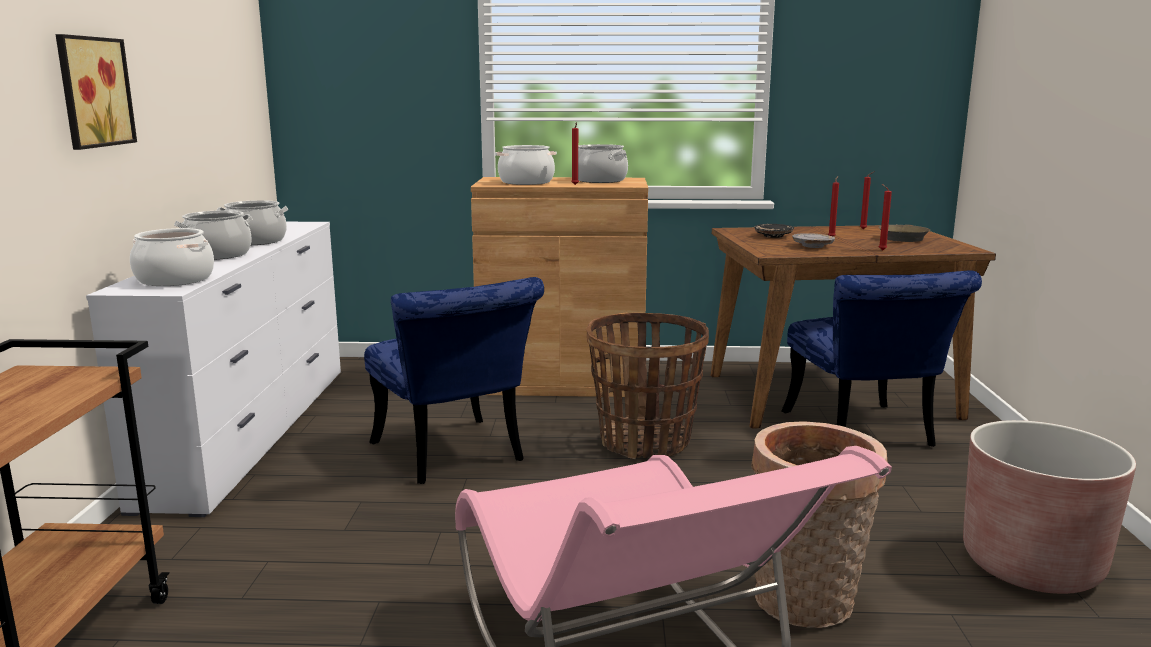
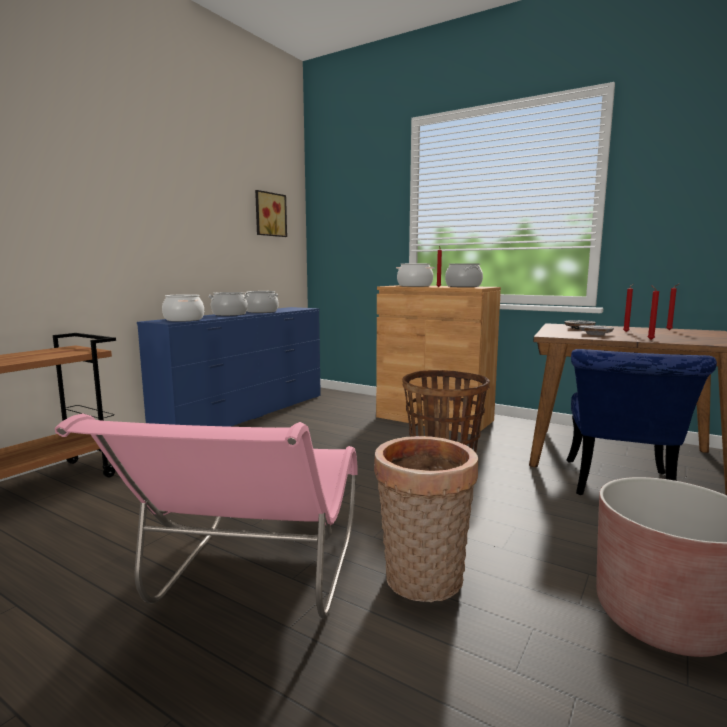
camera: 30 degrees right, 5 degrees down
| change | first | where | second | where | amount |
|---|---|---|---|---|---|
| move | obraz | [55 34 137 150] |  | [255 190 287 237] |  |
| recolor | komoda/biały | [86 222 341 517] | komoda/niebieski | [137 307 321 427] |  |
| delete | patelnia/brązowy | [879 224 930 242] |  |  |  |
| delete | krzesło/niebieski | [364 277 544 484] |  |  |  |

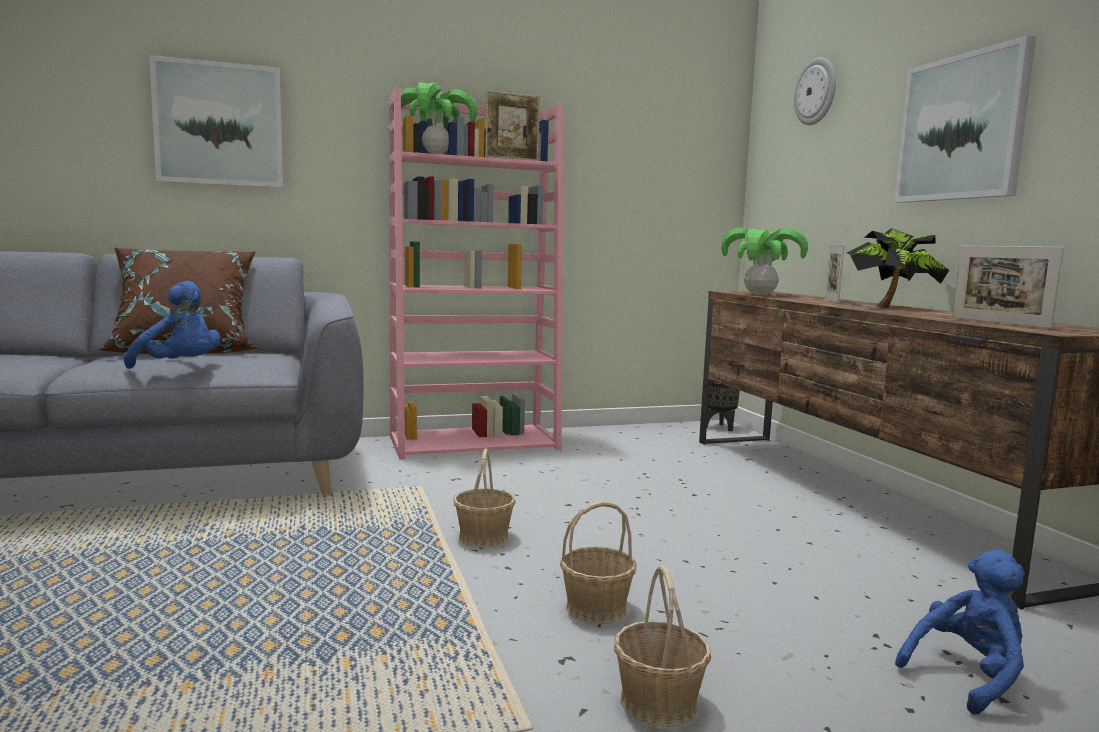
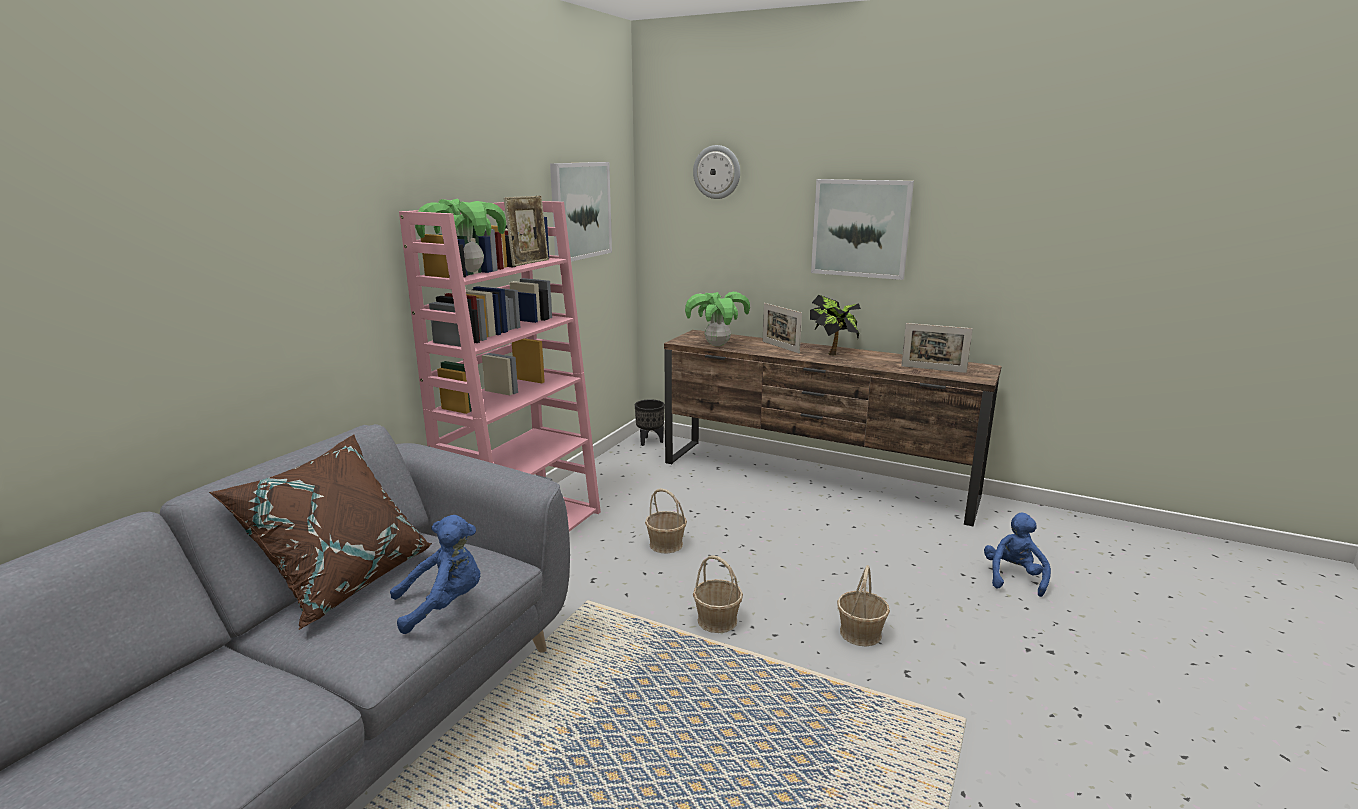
camera: 45 degrees left, 10 degrees up
| change | first | where | second | where | amount |
|---|---|---|---|---|---|
| move | obraz | [149 55 283 188] |  | [550 162 612 262] |  |
| move | koszyk | [614 565 711 727] |  | [645 488 687 553] |  |

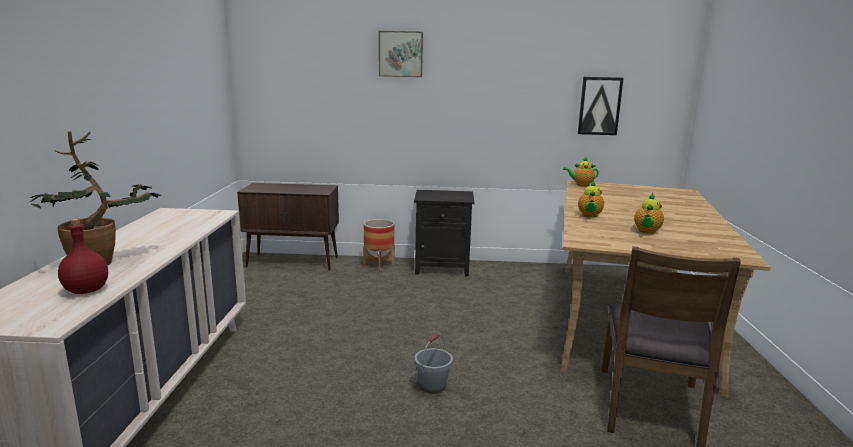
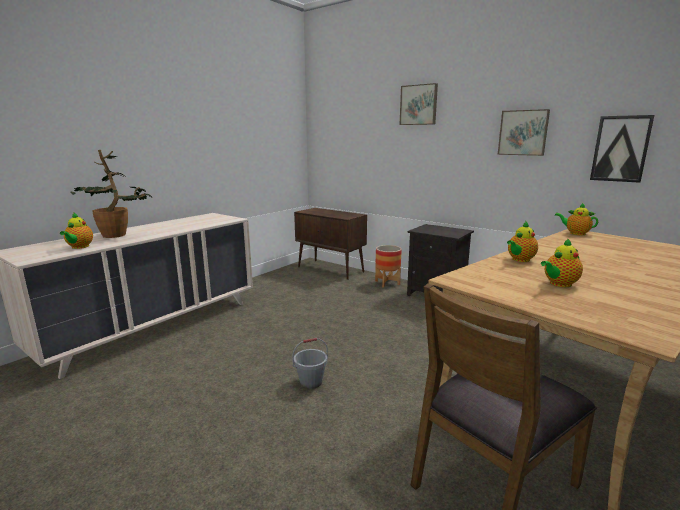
camera: 35 degrees right, 0 degrees up
| change | first | where | second | where | amount |
|---|---|---|---|---|---|
| replace | butelka/czerwony | [58 218 108 294] | imbryk | [60 213 93 249] |  |
| insert |  |  | obraz | [498 109 550 156] |  |

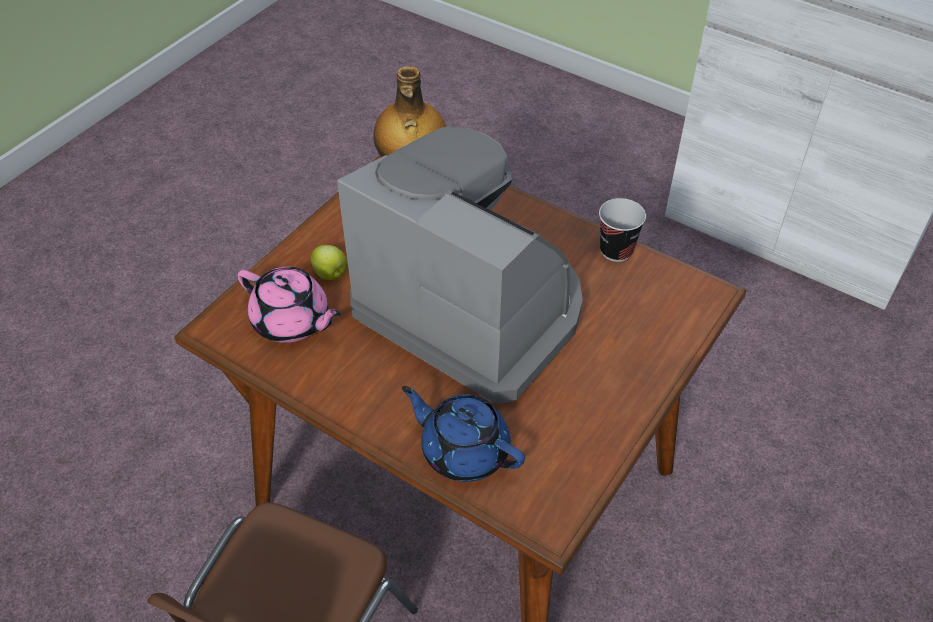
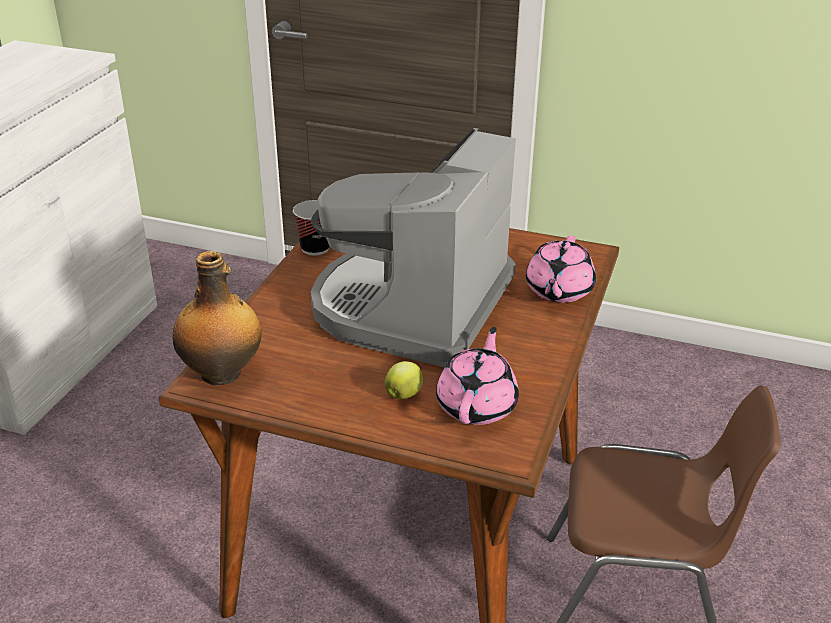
camera: 105 degrees left, 15 degrees down
| change | first | where | second | where | amount |
|---|---|---|---|---|---|
| recolor | imbryk/niebieski | [402 386 525 482] | imbryk/różowy | [526 236 596 303] |  |

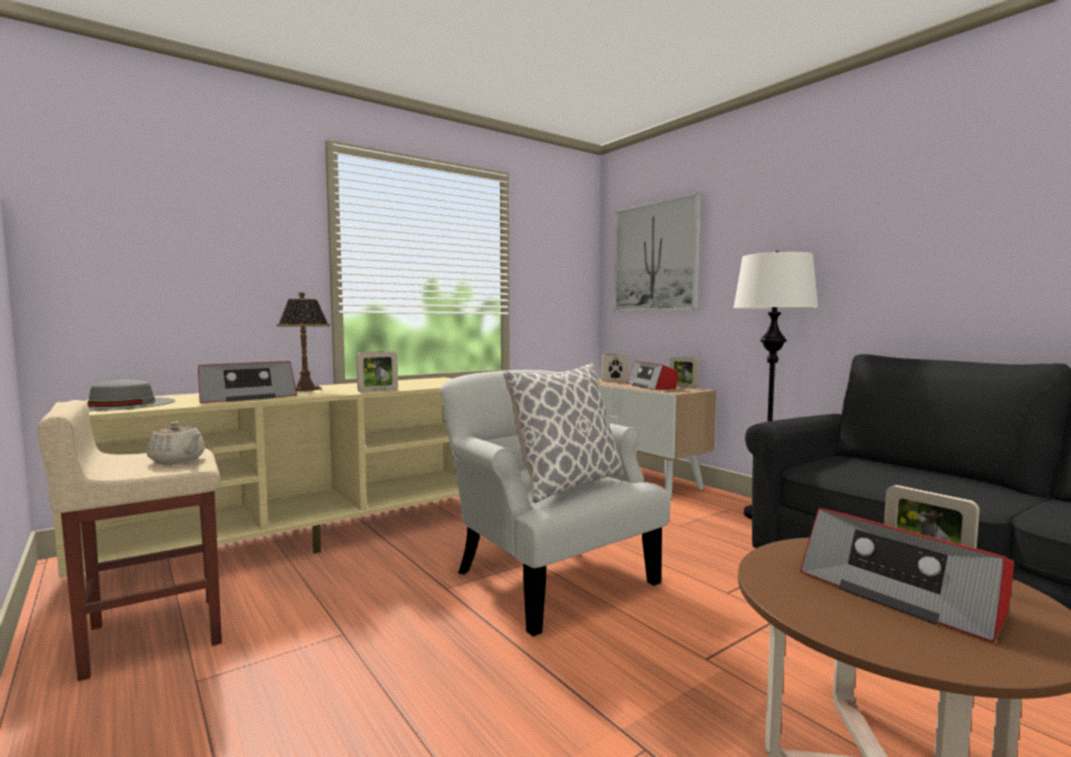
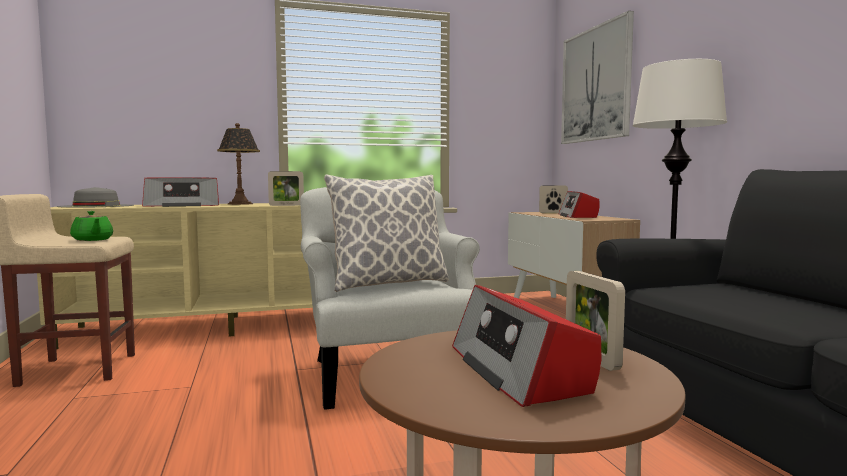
camera: 20 degrees right, 0 degrees up
| change | first | where | second | where | amount |
|---|---|---|---|---|---|
| delete | ramka na zdjęcie | [670 357 698 388] |  |  |  |
| recolor | imbryk/beżowy | [146 422 205 464] | imbryk/zielony | [70 211 113 241] |  |

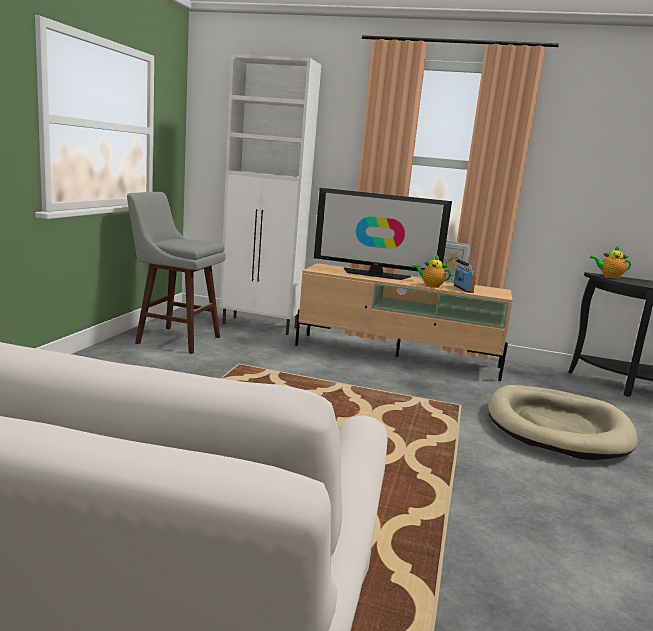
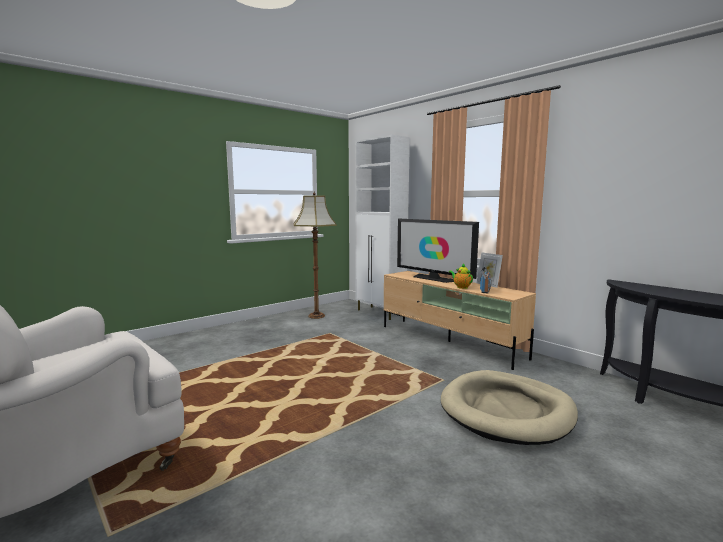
camera: 35 degrees right, 5 degrees down
| change | first | where | second | where | amount |
|---|---|---|---|---|---|
| replace | stołek/szary | [127 192 226 354] | lampa stojąca | [293 192 337 319] |  |
| delete | imbryk | [590 246 631 279] |  |  |  |

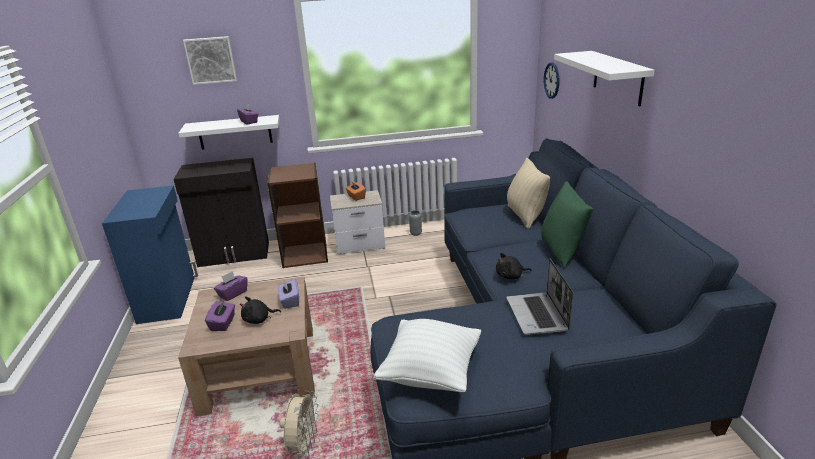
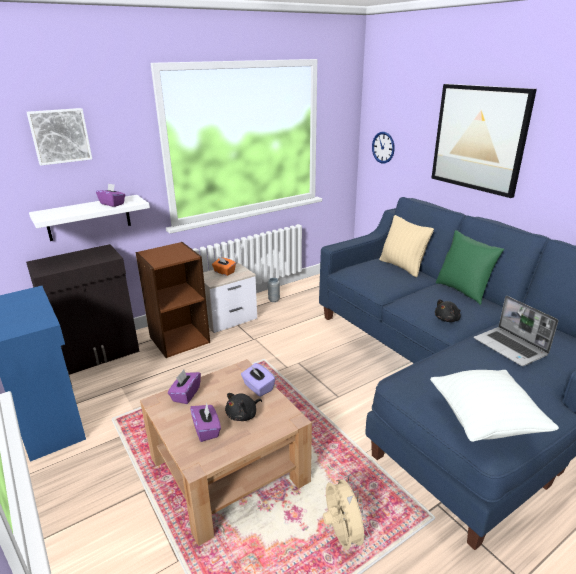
camera: 25 degrees left, 0 degrees up
| change | first | where | second | where | amount |
|---|---|---|---|---|---|
| replace | półka/biały | [554 51 655 106] | obraz | [431 84 537 198] |  |

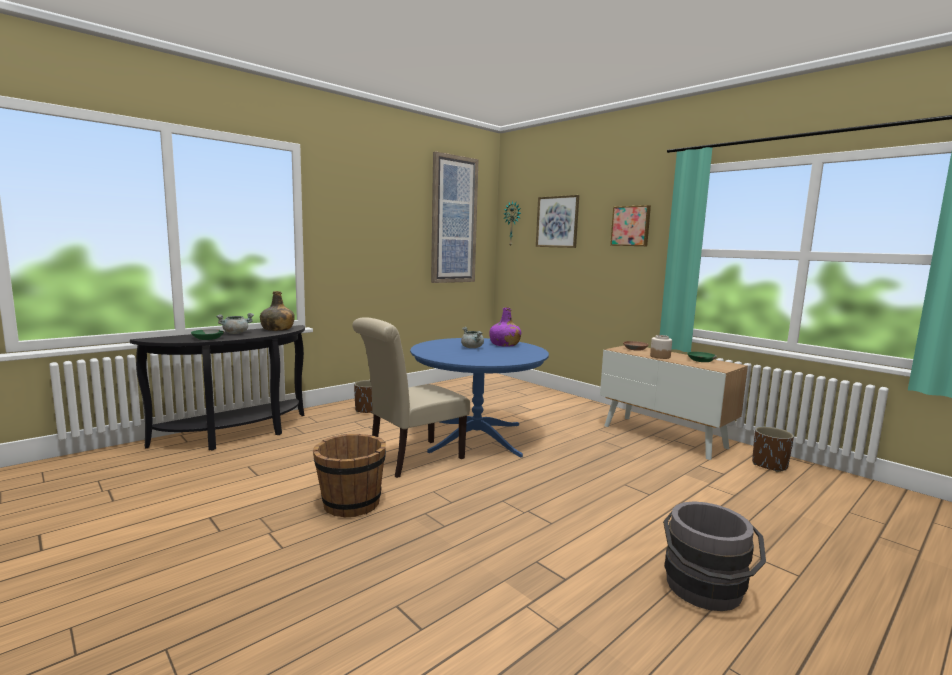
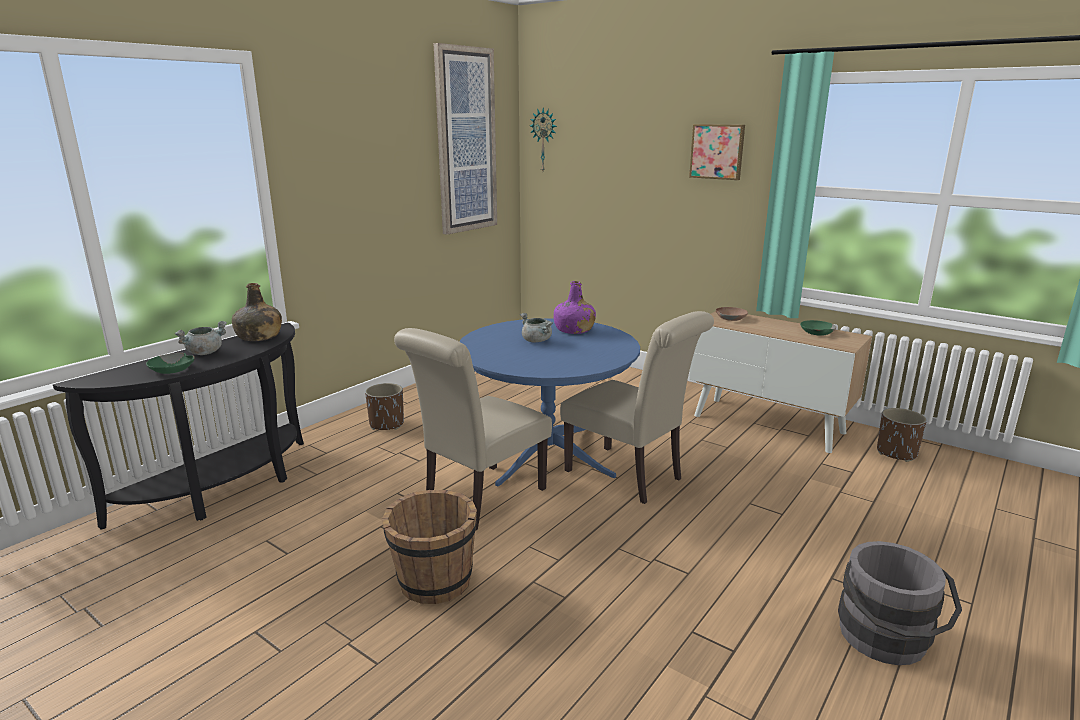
camera: 10 degrees left, 10 degrees up
| change | first | where | second | where | amount |
|---|---|---|---|---|---|
| delete | obraz | [536 195 579 248] |  |  |  |
| delete | słoik | [650 335 672 359] |  |  |  |
| insert |  |  | krzesło/beżowy | [560 311 714 504] |  |

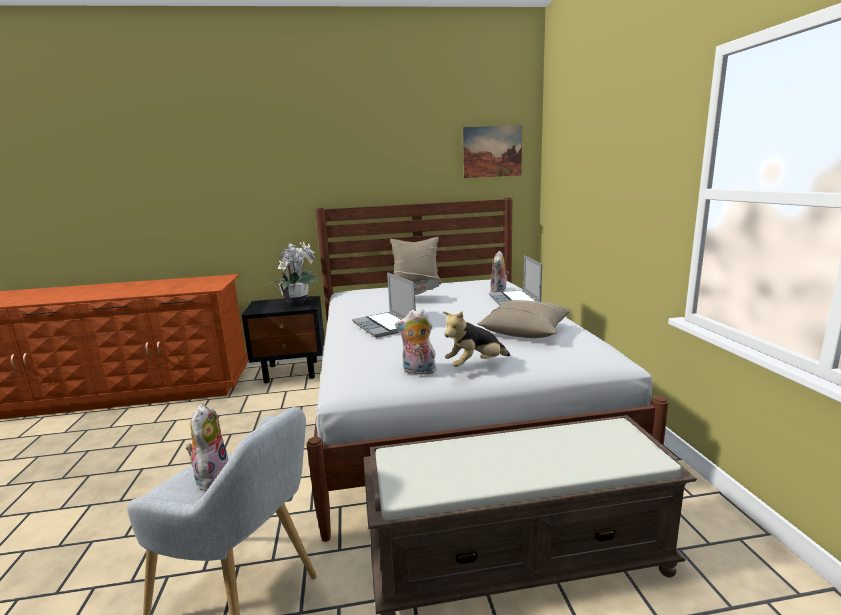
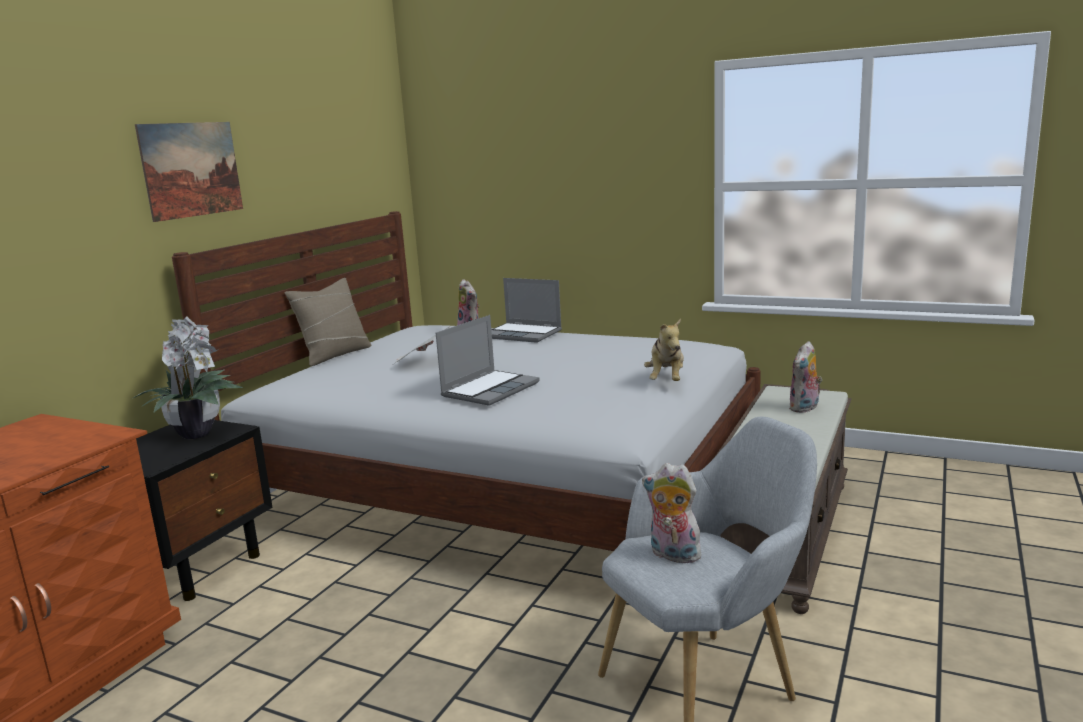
camera: 55 degrees left, 0 degrees up
| change | first | where | second | where | amount |
|---|---|---|---|---|---|
| move | obraz | [463 125 522 178] |  | [135 122 243 222] |  |
| rotate | laptop | [352 272 416 338] |  | [436 315 540 406] | 60 degrees counterclockwise |
| delete | poduszka/beżowy | [477 300 571 338] |  |  |  |
| move | pluszak | [395 309 436 375] |  | [789 341 822 413] |  |

